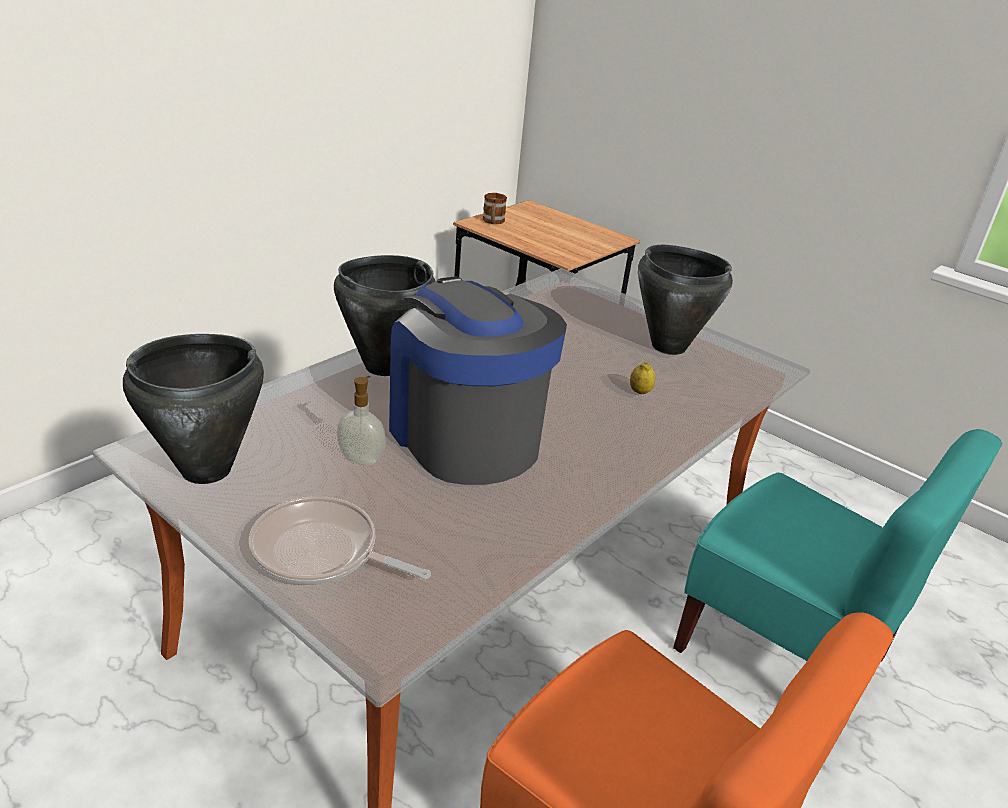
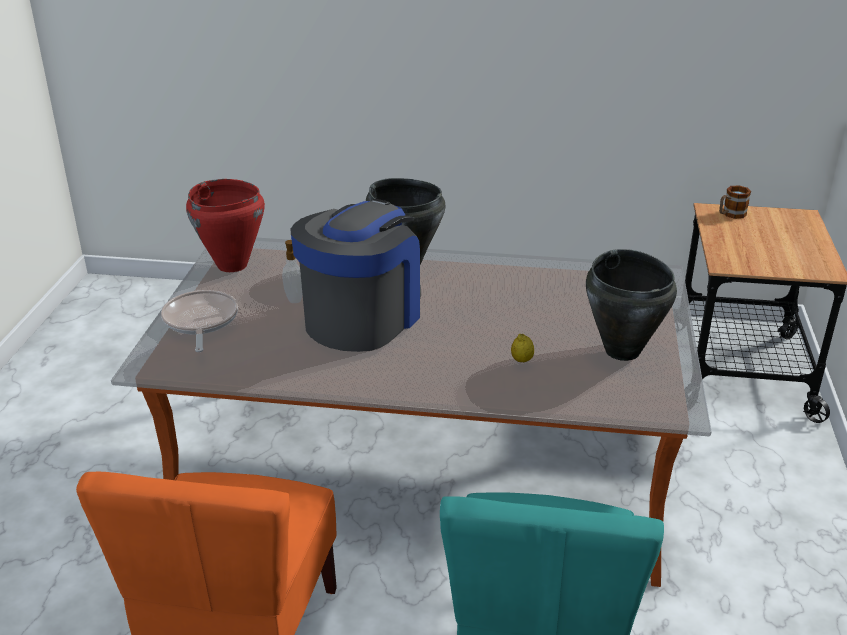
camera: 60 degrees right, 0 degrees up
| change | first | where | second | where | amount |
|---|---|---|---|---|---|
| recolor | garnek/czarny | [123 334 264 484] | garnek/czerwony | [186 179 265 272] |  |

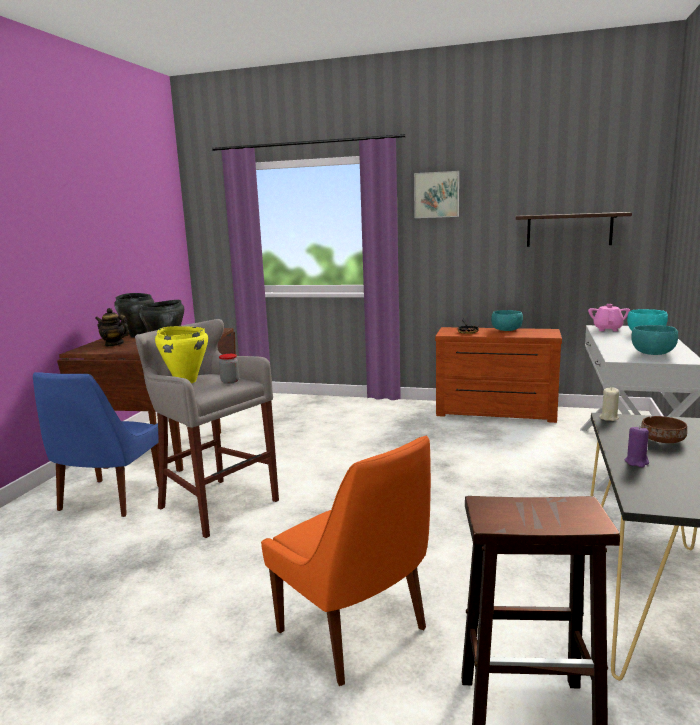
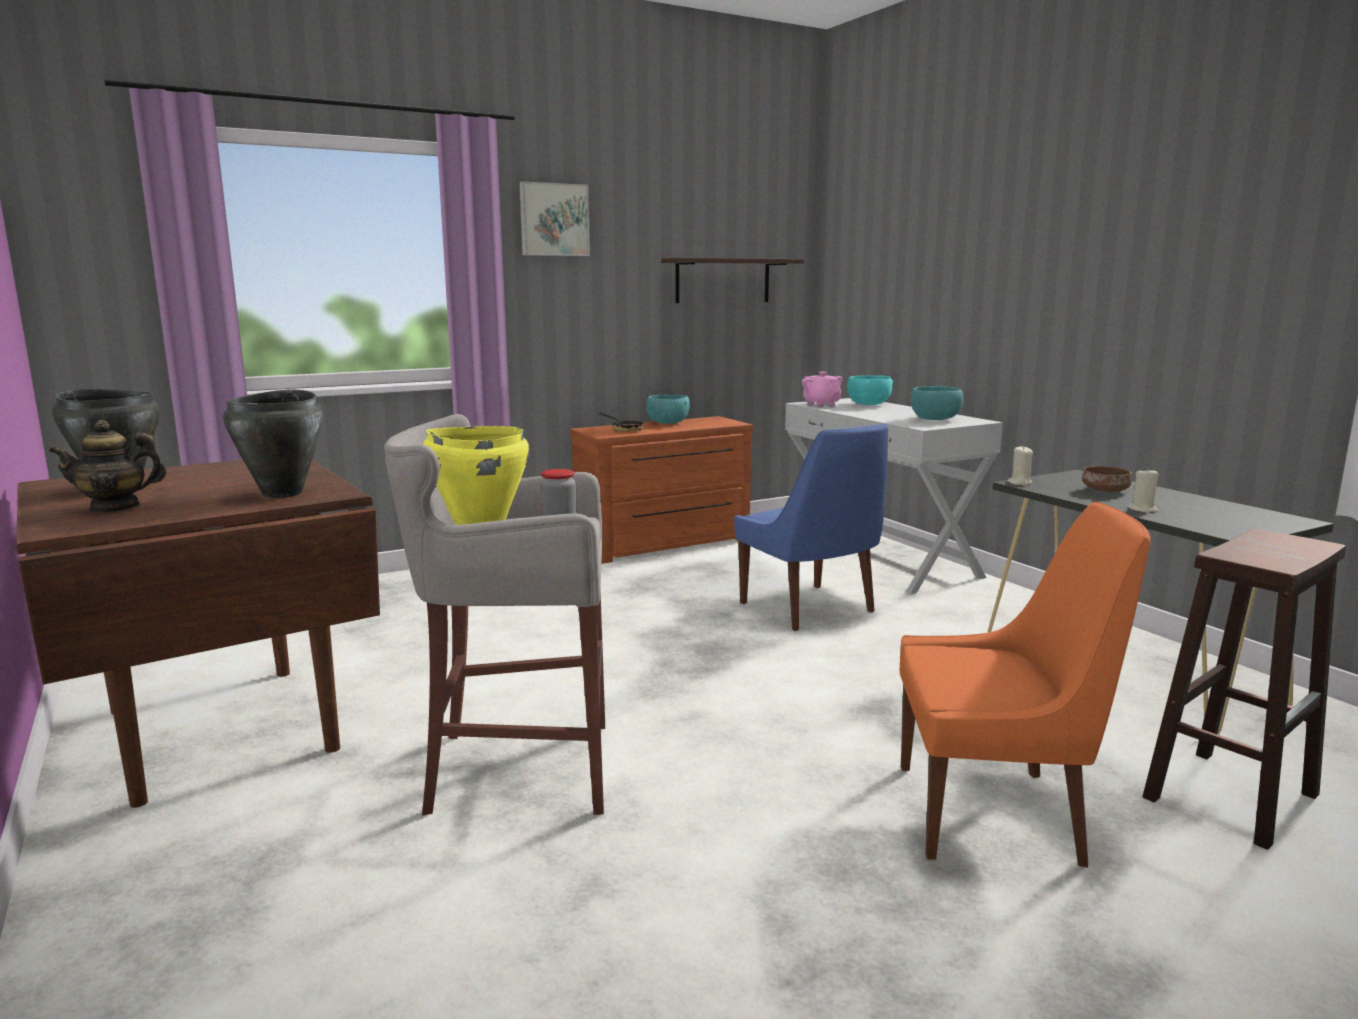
camera: 45 degrees left, 0 degrees up
| change | first | where | second | where | amount |
|---|---|---|---|---|---|
| move | krzesło/niebieski | [33 372 159 517] |  | [734 424 888 631] |  |
| recolor | świeca/fioletowy | [625 427 649 467] | świeca/beżowy | [1129 468 1159 513] |  |

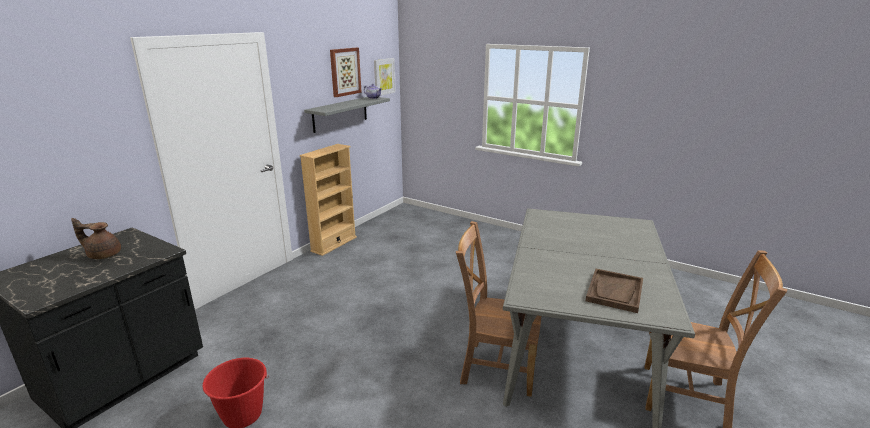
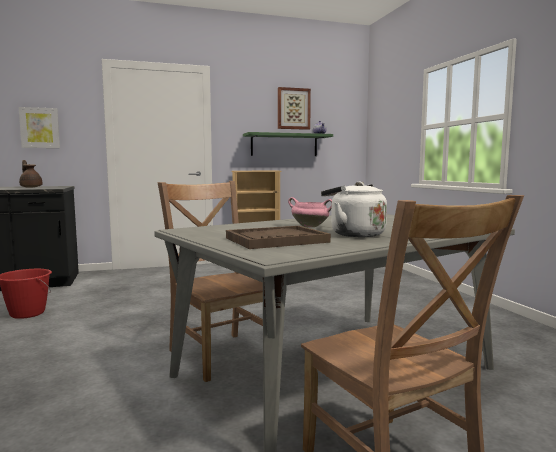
camera: 40 degrees right, 15 degrees down
| change | first | where | second | where | amount |
|---|---|---|---|---|---|
| move | obraz | [374 58 396 96] |  | [19 107 60 148] |  |
| recolor | półka/szary | [304 97 390 133] | półka/zielony | [243 132 333 156] |  |
| insert |  |  | czajnik/biały | [321 181 387 237] |  |
| insert |  |  | garnek/różowy | [288 197 332 227] |  |

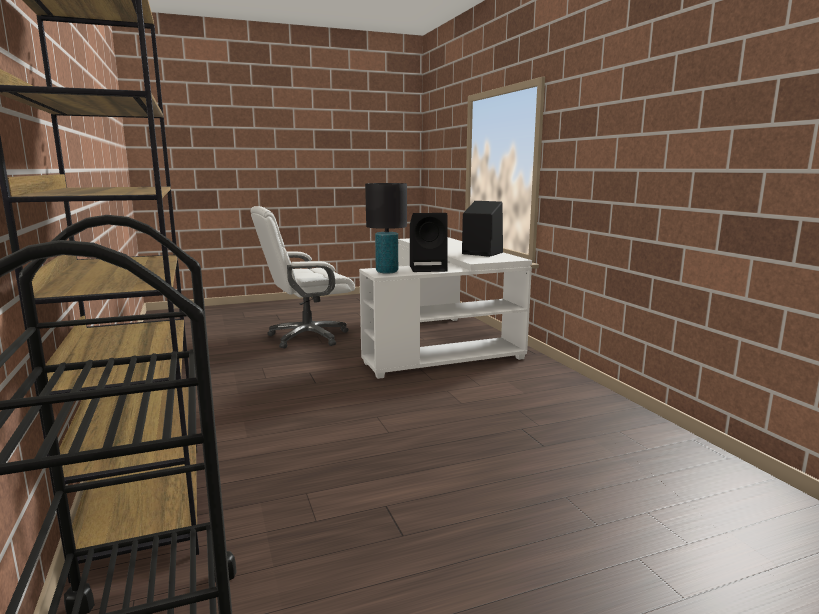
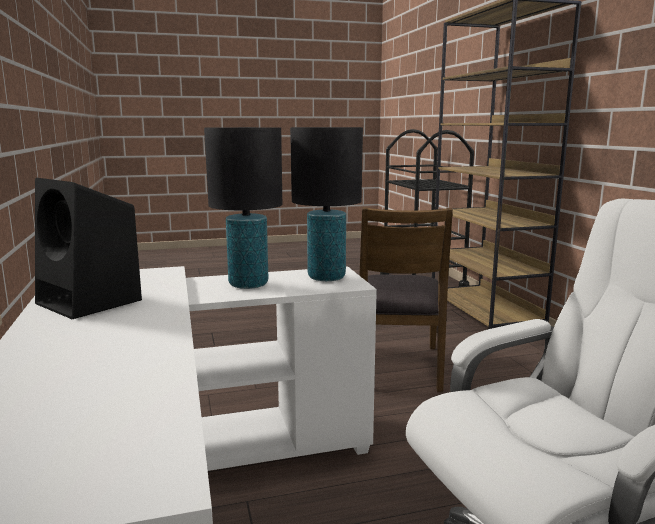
camera: 175 degrees left, 0 degrees up
| change | first | where | second | where | amount |
|---|---|---|---|---|---|
| replace | głośnik/czarny | [410 213 448 272] | lampa stołowa/czarny | [204 127 282 289] |  |
| insert |  |  | krzesło/brązowy | [359 207 453 392] |  |

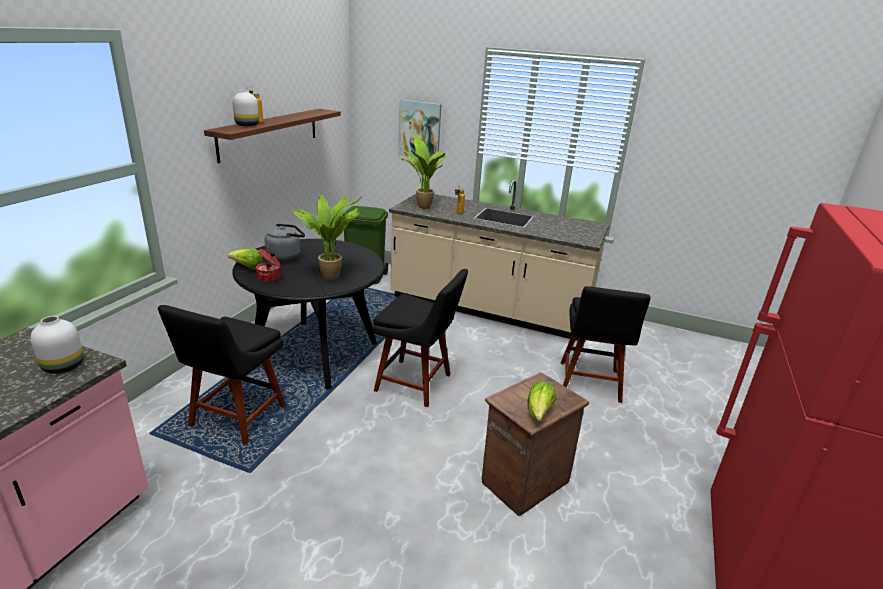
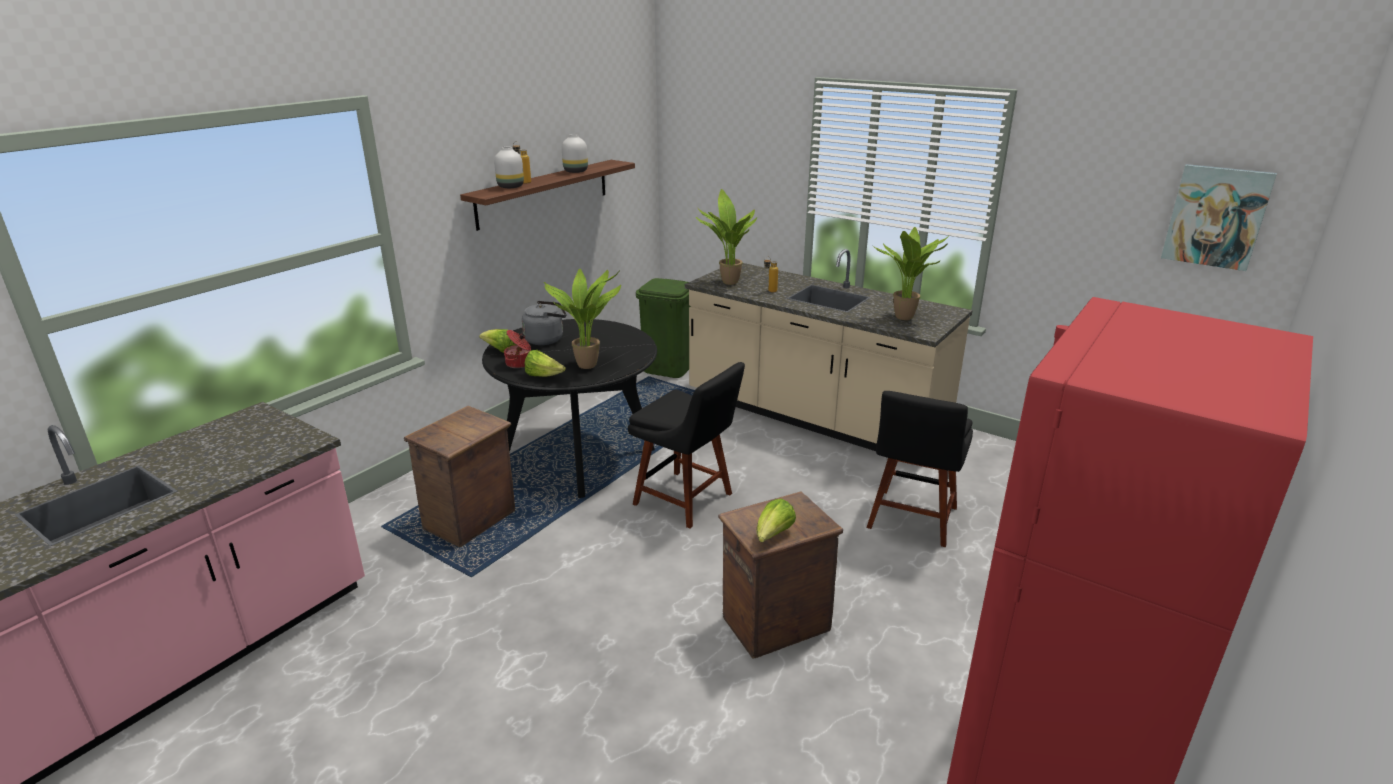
camera: 15 degrees right, 0 degrees up
| change | first | where | second | where | amount |
|---|---|---|---|---|---|
| move | obraz | [398 99 442 158] |  | [1161 164 1277 271] |  |
| replace | krzesło/czarny | [158 305 286 445] | skrzynka | [404 406 515 547] |  |
| move | wazon/biały | [30 316 84 374] |  | [562 134 588 173] |  |
| insert |  |  | roślina doniczkowa | [873 227 949 320] |  |
| insert |  |  | sałata | [525 350 566 377] |  |

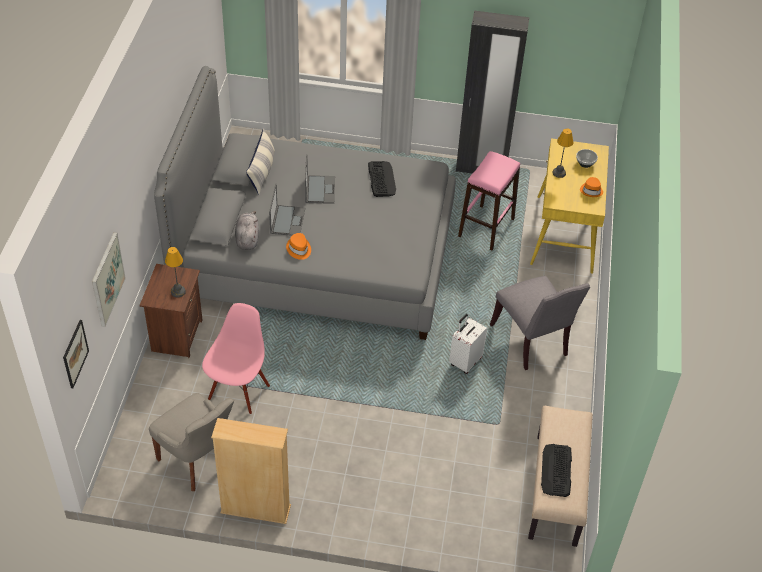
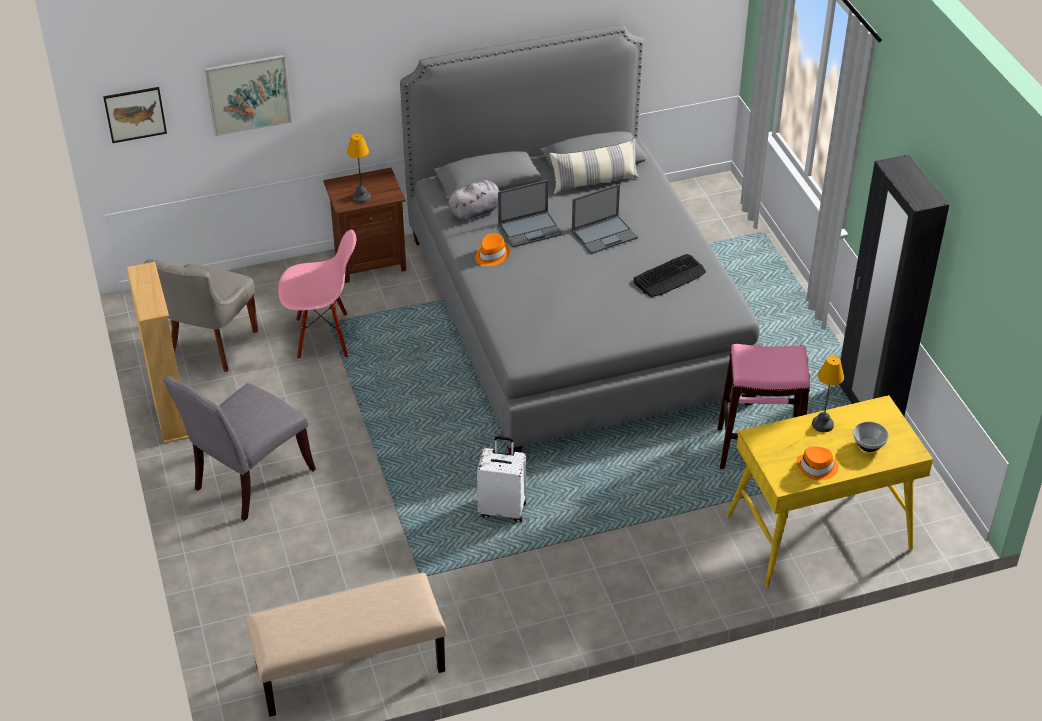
camera: 65 degrees right, 5 degrees down
| change | first | where | second | where | amount |
|---|---|---|---|---|---|
| move | krzesło/szary | [490 276 590 370] |  | [163 376 316 521] |  |
| delete | klawiatura | [541 444 572 497] |  |  |  |

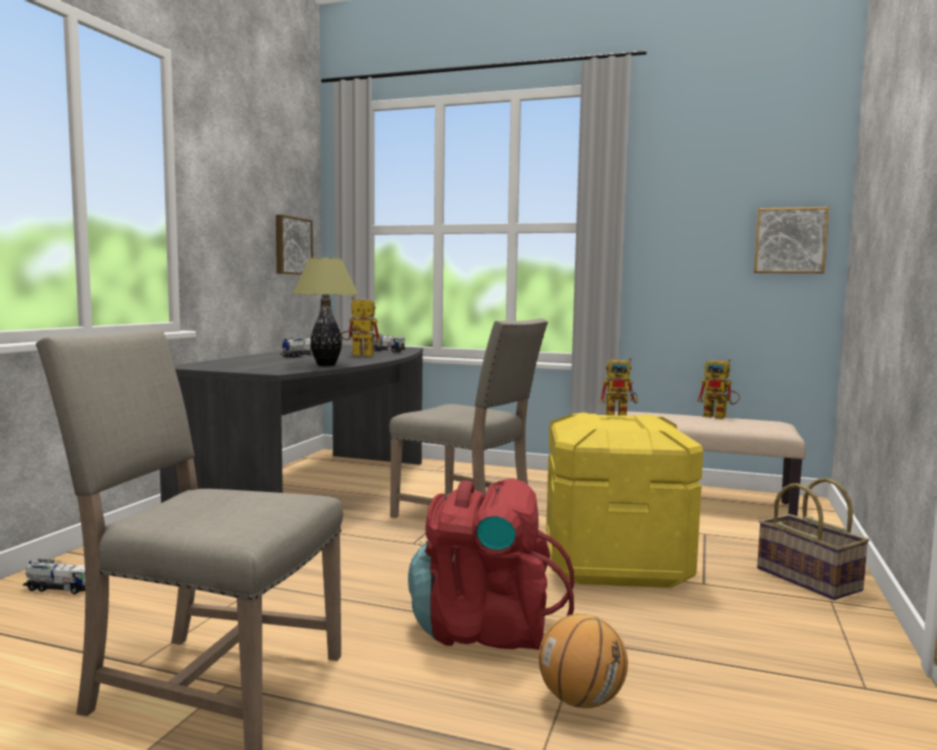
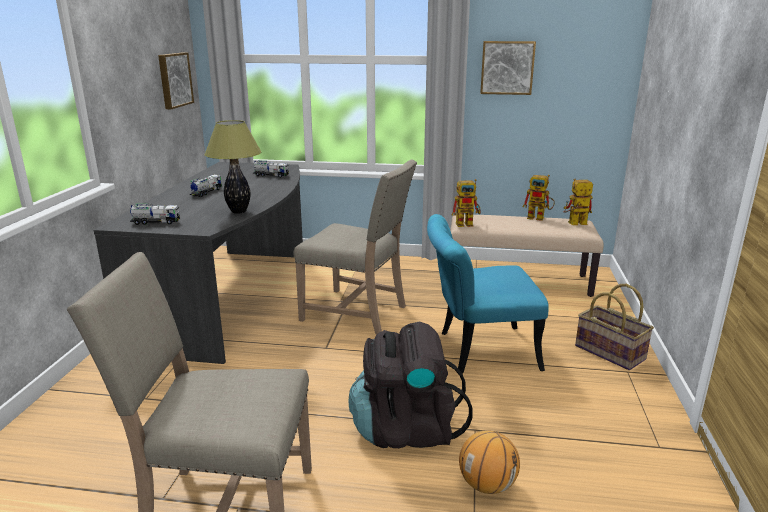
camera: 10 degrees left, 15 degrees up
| change | first | where | second | where | amount |
|---|---|---|---|---|---|
| move | obraz | [754 207 829 274] |  | [480 41 536 95] |  |
| move | robot zabawkowy | [341 297 381 356] |  | [564 179 593 225] |  |
| replace | pojemnik do przechowywania/żółty | [546 413 703 588] | krzesło/turkusowy | [427 214 549 374] |  |
| recolor | plecak/czerwony | [408 478 574 650] | plecak/czarny | [348 321 473 448] |  |
| move | ciężarówka zabawkowa | [23 559 85 594] |  | [130 203 180 225] |  |

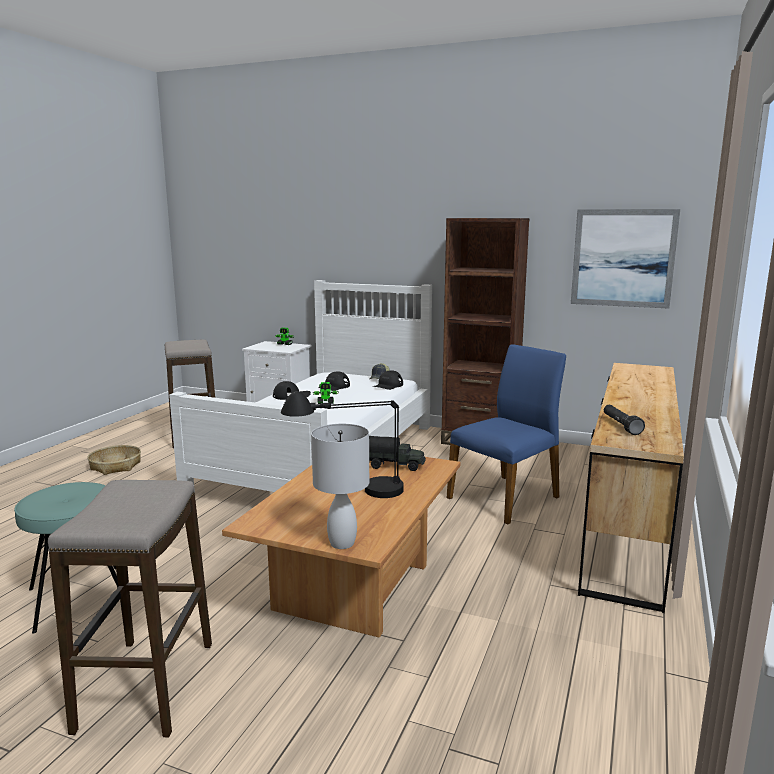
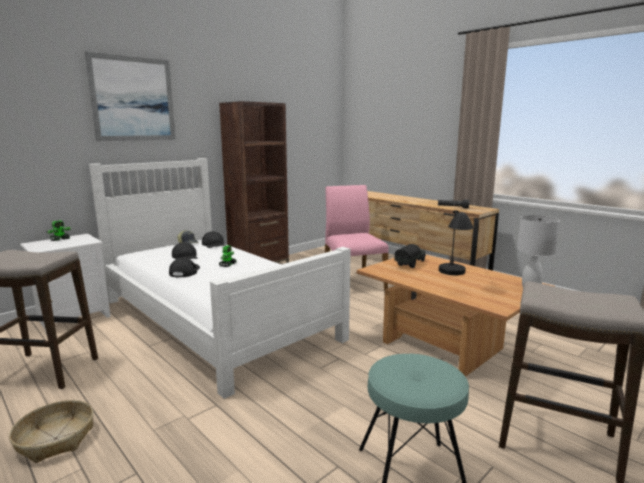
camera: 65 degrees left, 0 degrees up
| change | first | where | second | where | amount |
|---|---|---|---|---|---|
| move | obraz | [571 209 680 309] |  | [84 52 176 141] |  |
| recolor | krzesło/niebieski | [447 344 566 524] | krzesło/różowy | [325 185 389 291] |  |

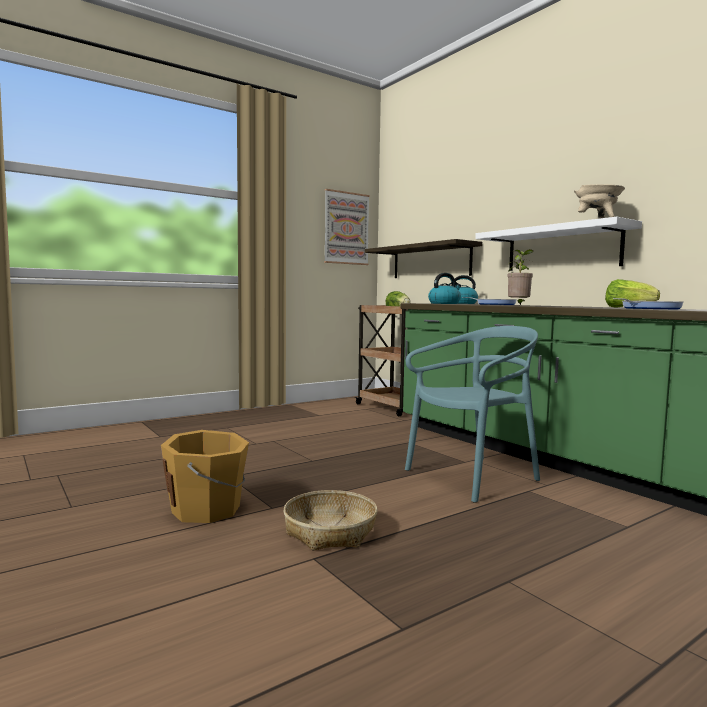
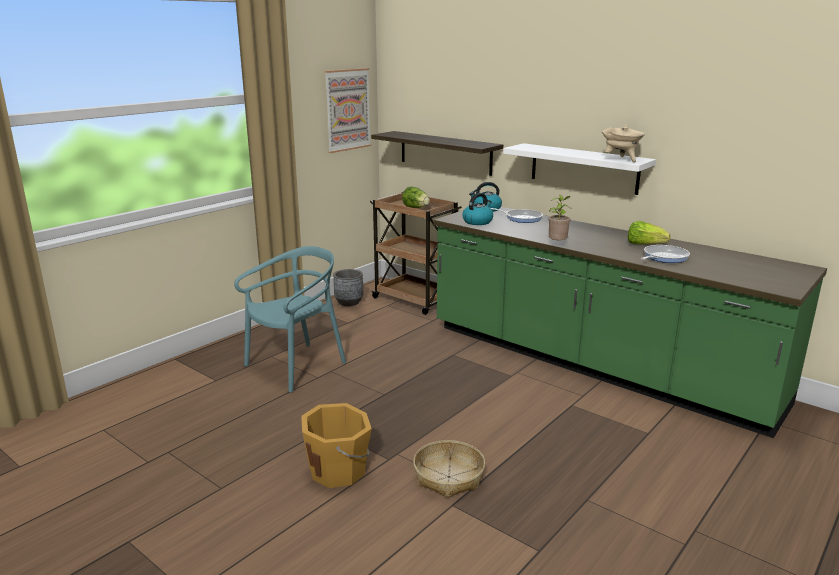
camera: 15 degrees left, 15 degrees up
| change | first | where | second | where | amount |
|---|---|---|---|---|---|
| move | krzesło/turkusowy | [405 326 540 503] |  | [234 246 346 392] |  |
| insert |  |  | donica/szary | [333 269 363 306] |  |

